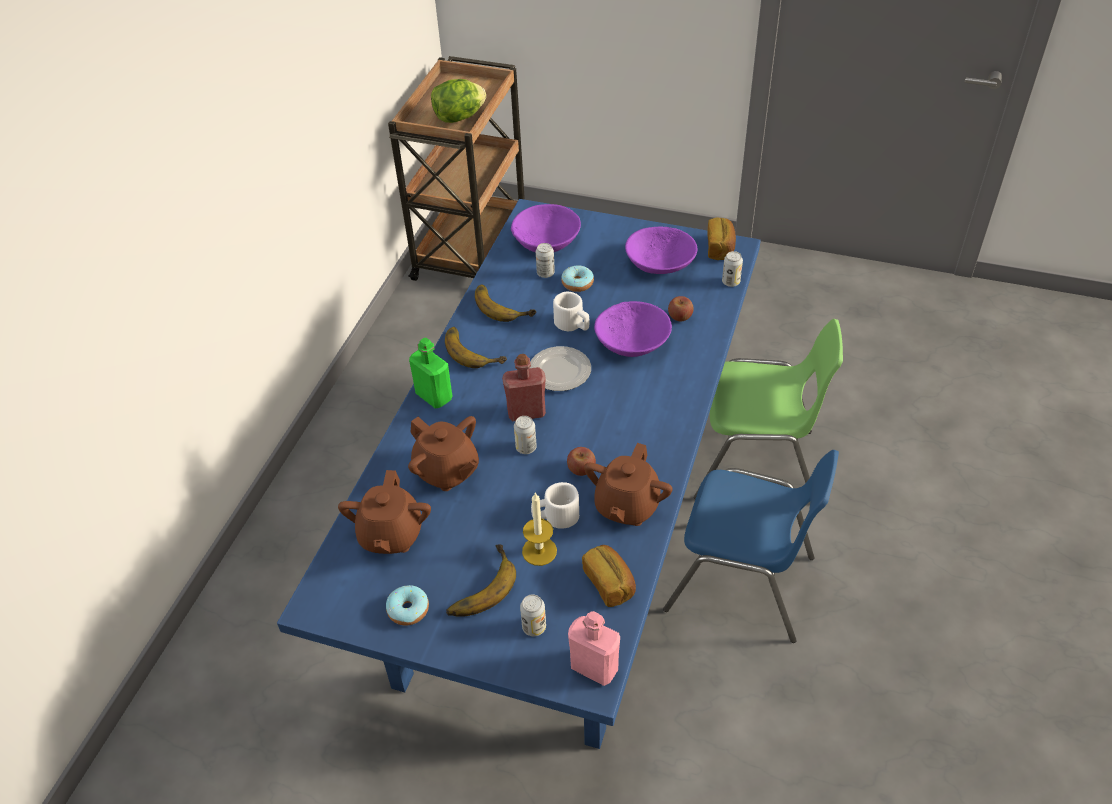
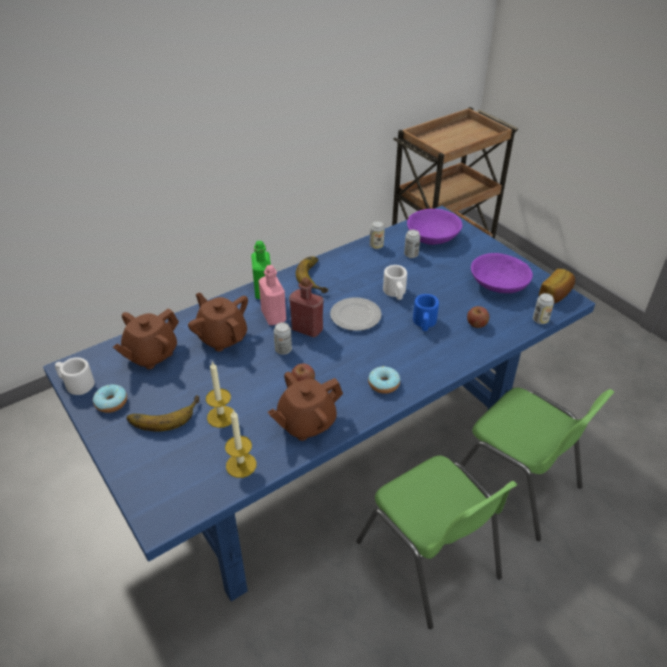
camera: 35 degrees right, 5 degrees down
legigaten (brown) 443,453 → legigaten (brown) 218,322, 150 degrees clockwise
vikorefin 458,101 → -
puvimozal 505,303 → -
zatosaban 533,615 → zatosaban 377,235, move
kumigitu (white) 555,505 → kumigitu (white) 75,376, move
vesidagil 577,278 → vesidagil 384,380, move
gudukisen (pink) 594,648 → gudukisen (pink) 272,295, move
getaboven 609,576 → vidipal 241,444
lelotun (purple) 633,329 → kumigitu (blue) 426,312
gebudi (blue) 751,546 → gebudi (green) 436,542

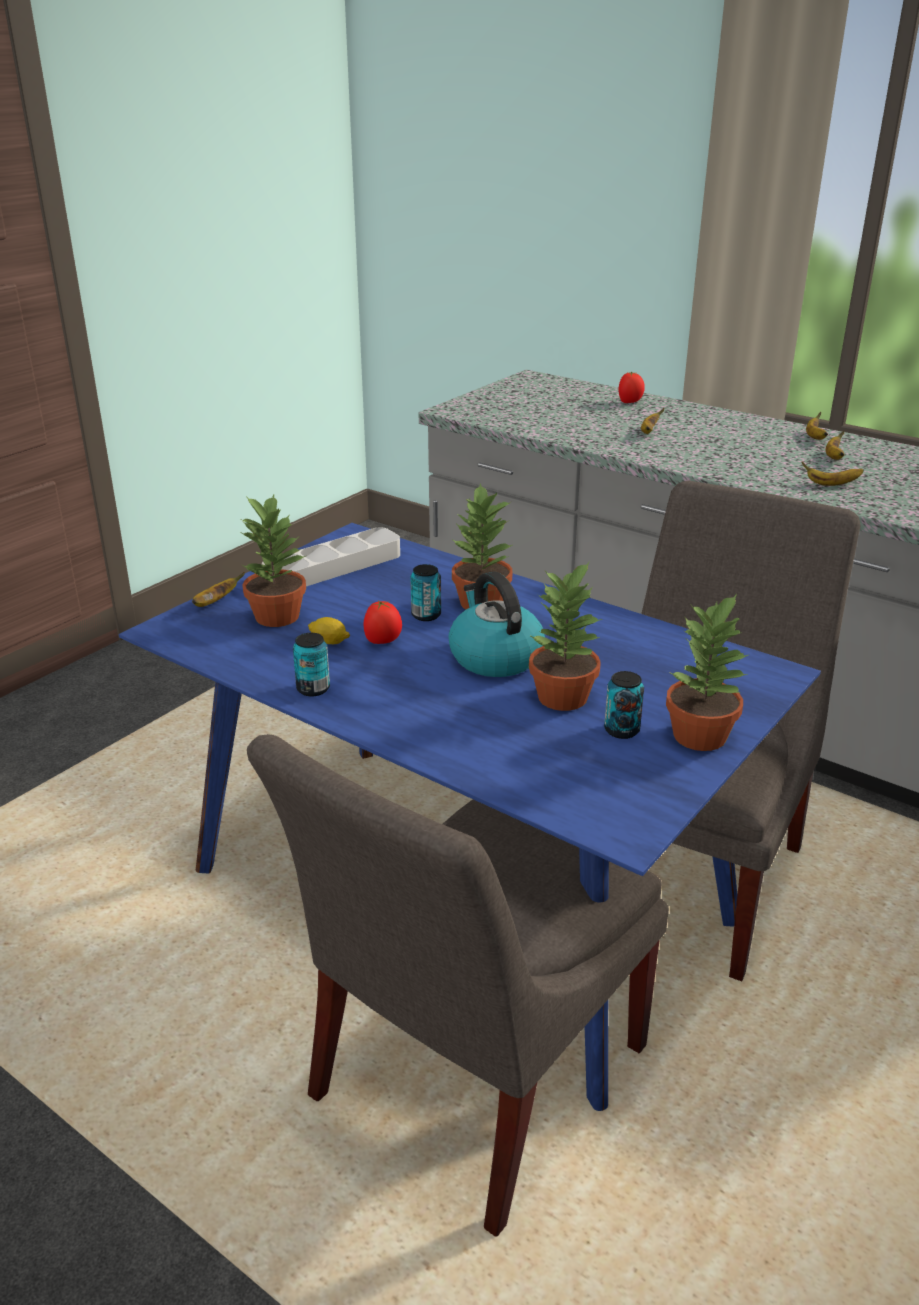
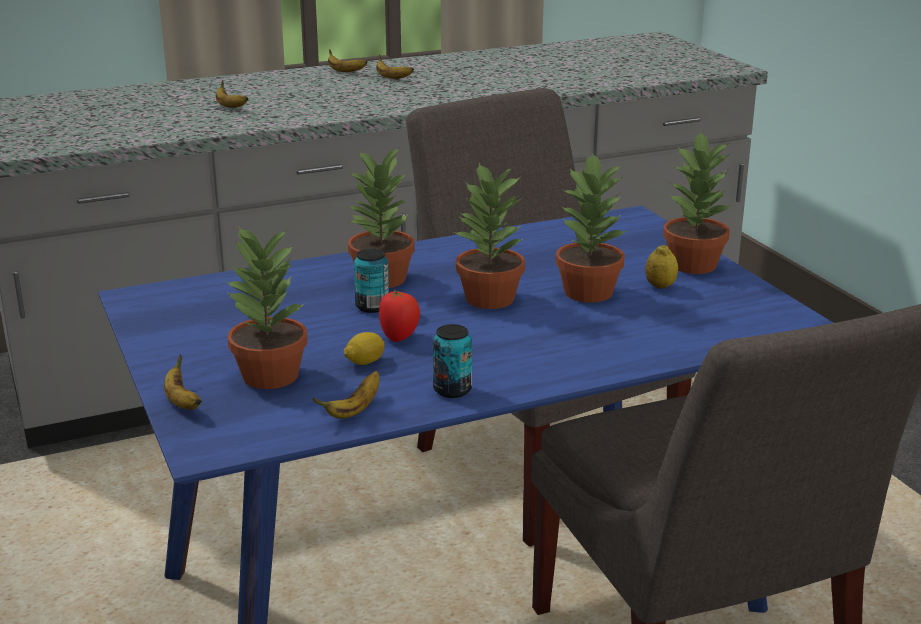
camera: 60 degrees left, 5 degrees down
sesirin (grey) 331,556 → -
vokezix 496,624 → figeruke 489,236
zatosaban 624,705 → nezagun 661,267
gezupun 632,387 → -
puvimozal 833,473 → puvimozal 345,395, move

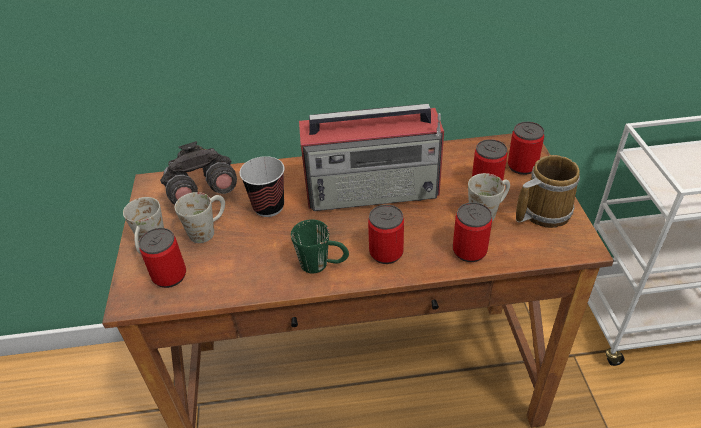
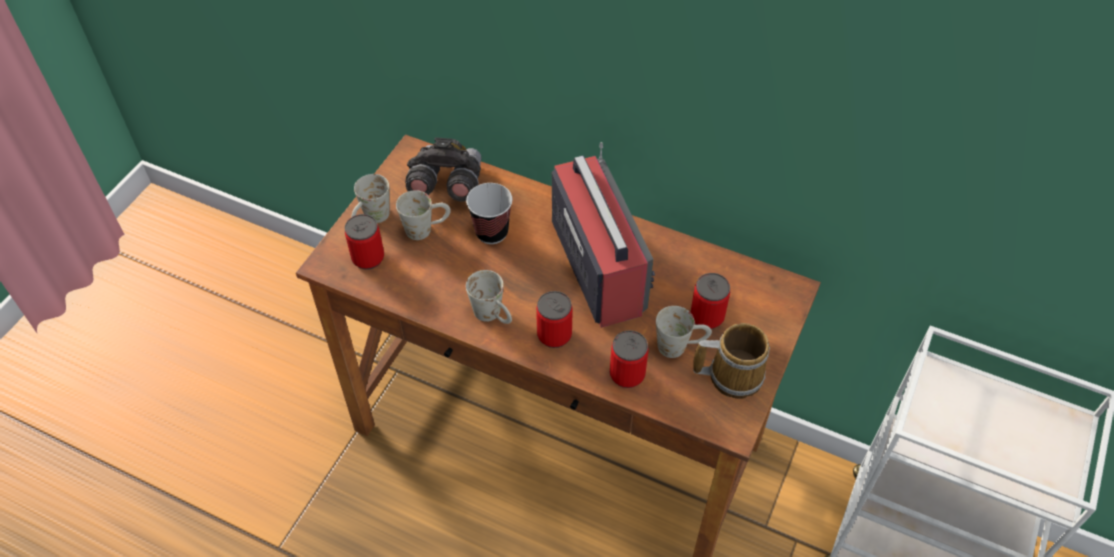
camera: 30 degrees right, 10 degrees up
kumigitu (green) 320,246 → kumigitu (white) 489,297
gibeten 371,157 → gibeten 603,235, 135 degrees counterclockwise
zatosaban 526,148 → -

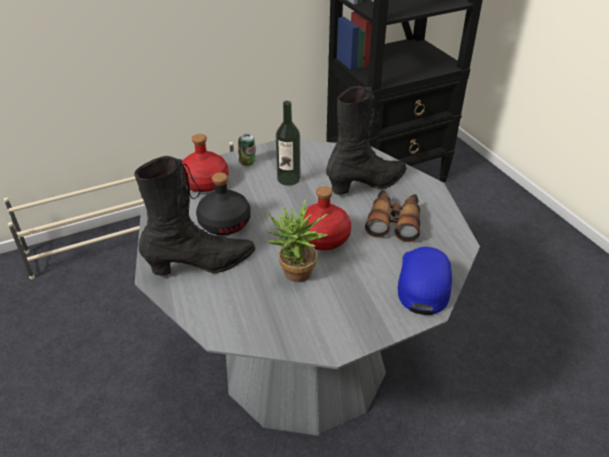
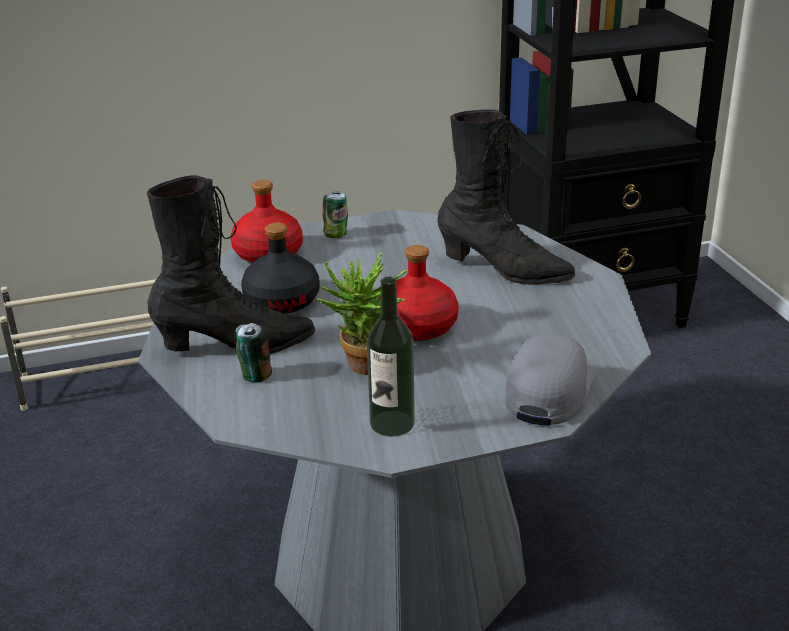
camera: 10 degrees right, 10 degrees down
gudukisen 288,143 → gudukisen 391,357, move
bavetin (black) 366,140 → bavetin (black) 506,197, 45 degrees clockwise
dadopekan 392,216 → -
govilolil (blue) 425,281 → govilolil (grey) 551,379
- → zatosaban 254,352

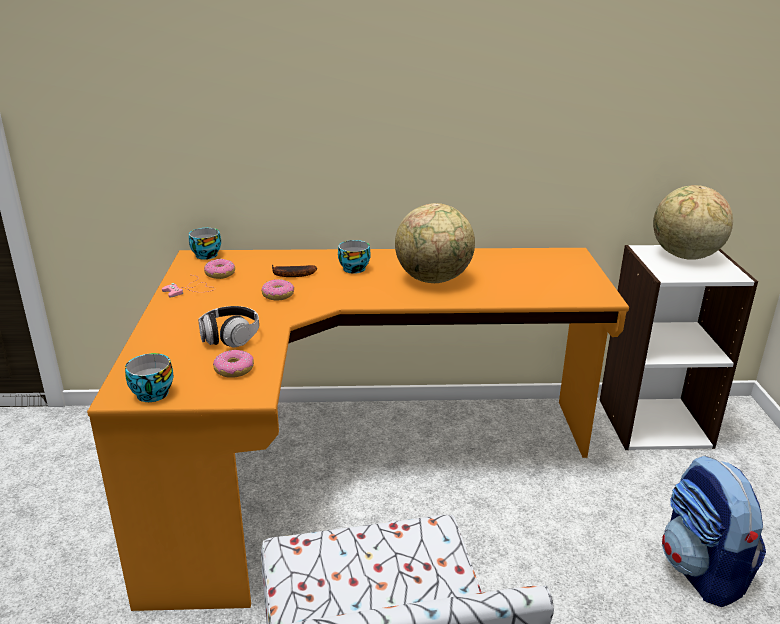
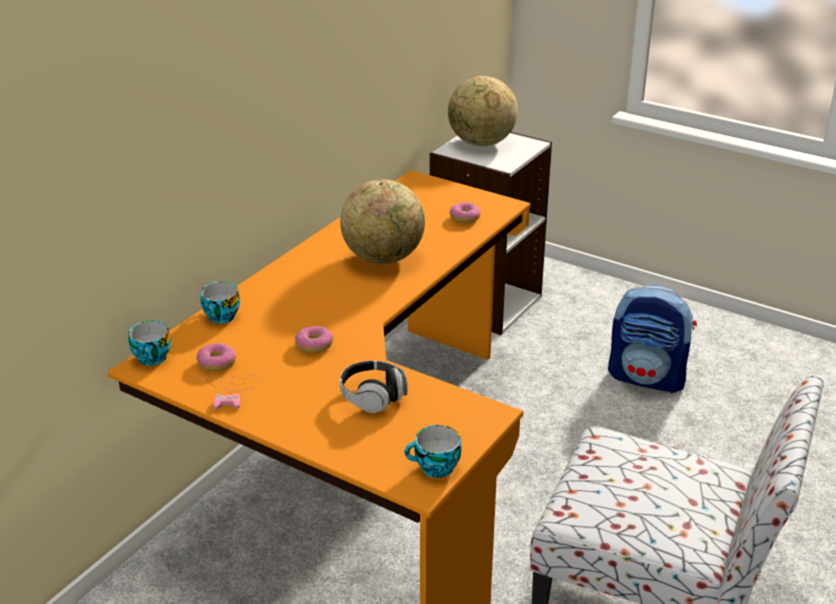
camera: 55 degrees left, 5 degrees up
vesidagil 233,364 → vesidagil 464,213, move
puvimozal 294,271 → -
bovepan 354,257 → bovepan 220,302, move

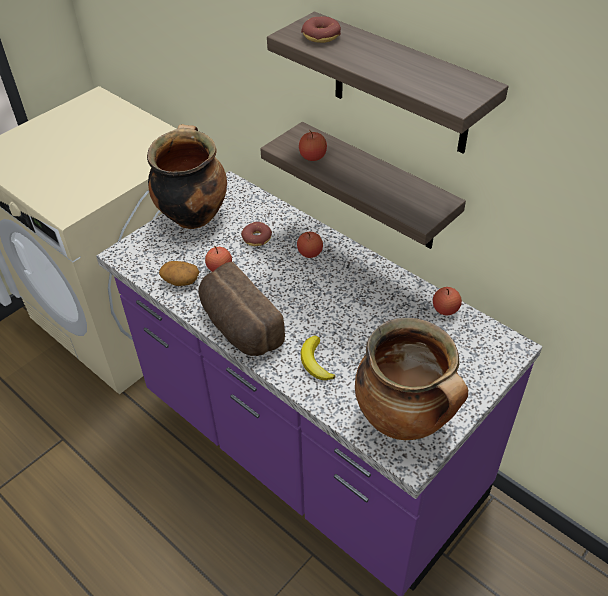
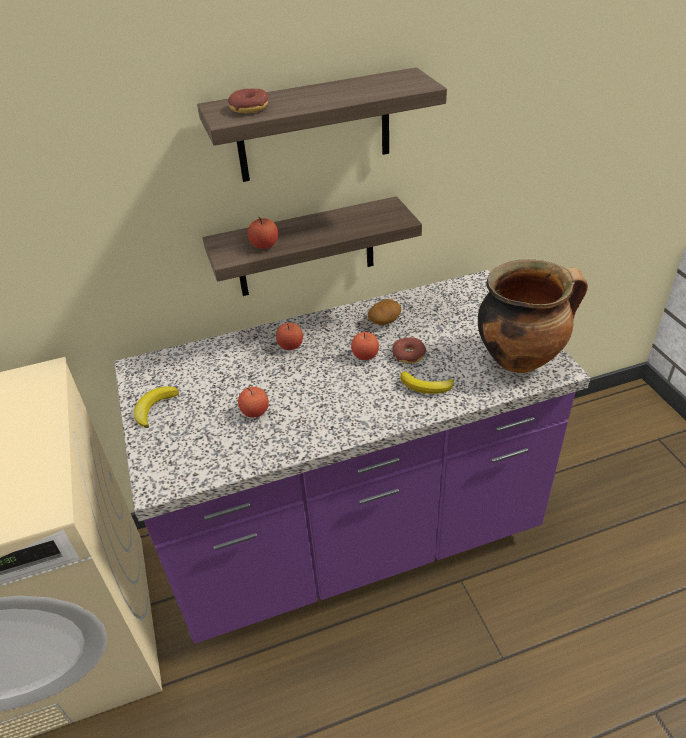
camera: 60 degrees left, 5 degrees down
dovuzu 187,176 → puvimozal 156,407
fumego 179,273 → fumego 384,312, move
getaboven 241,309 → -
vesidagil 256,234 → vesidagil 409,350, move
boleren 447,301 → boleren 365,346, move

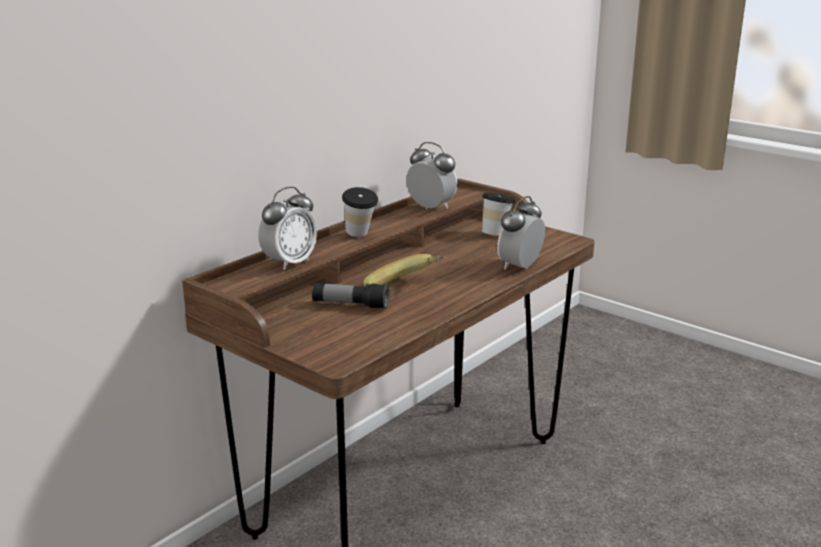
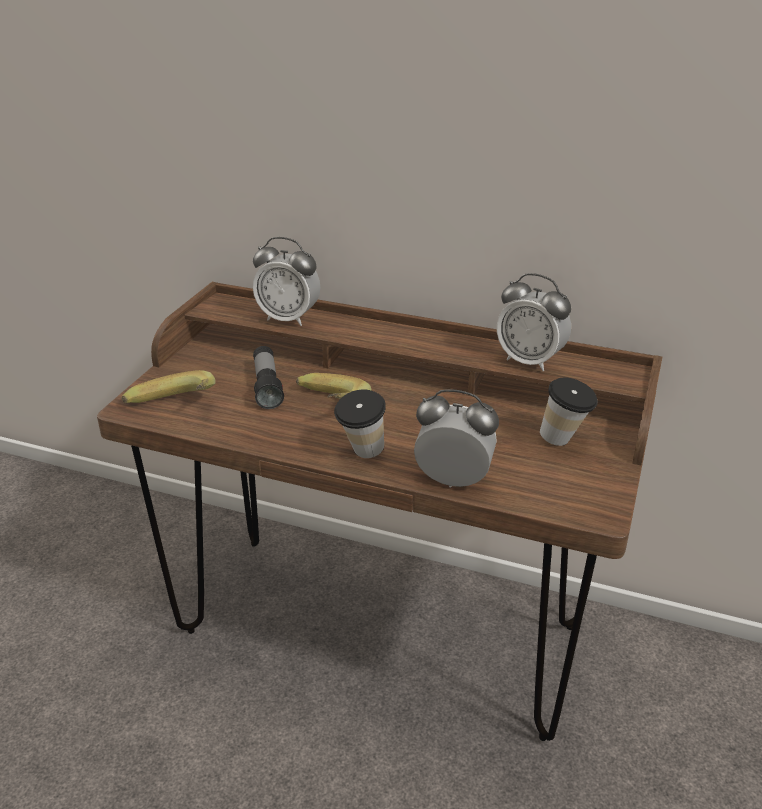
camera: 70 degrees right, 10 degrees up
bovepan 360,212 → bovepan 360,424, move
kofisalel 431,176 → kofisalel 534,322, 105 degrees clockwise
- → puvimozal 169,386

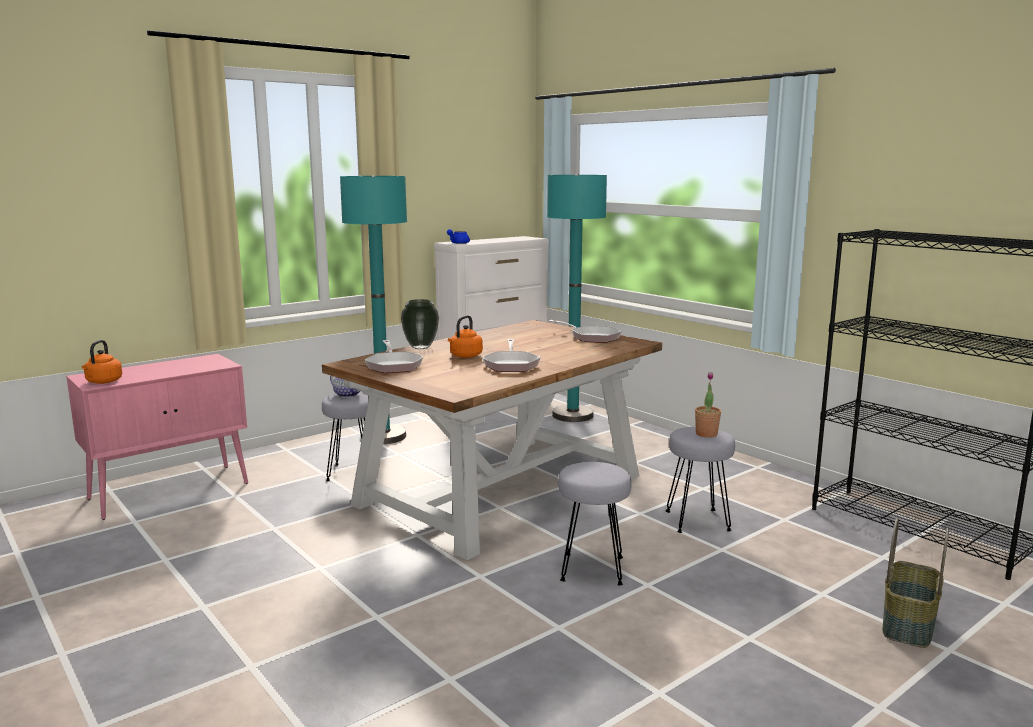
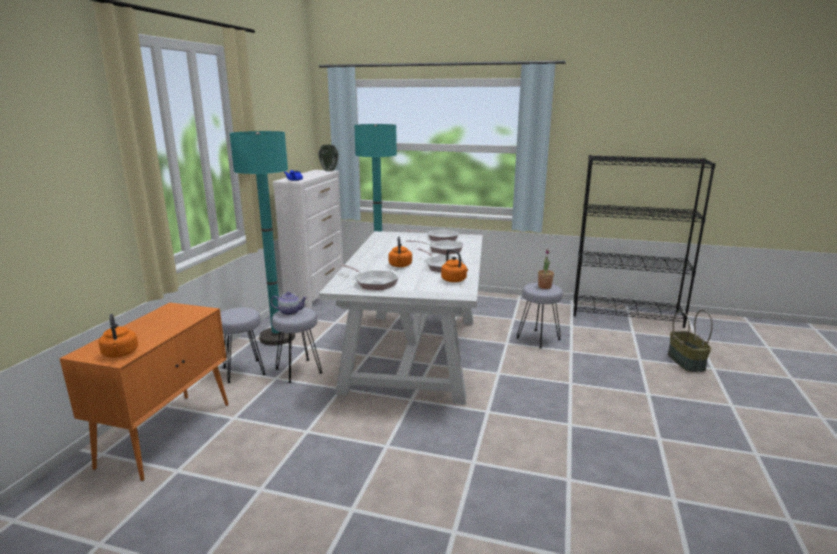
camera: 35 degrees left, 5 degrees up
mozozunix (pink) 157,437 → mozozunix (orange) 144,391
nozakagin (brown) 492,440 → nozakagin (white) 401,318
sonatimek 420,324 → sonatimek 328,158, move
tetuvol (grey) 595,523 → tetuvol (grey) 243,345, move
- → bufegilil 434,247
- → vokezix (orange) 454,265

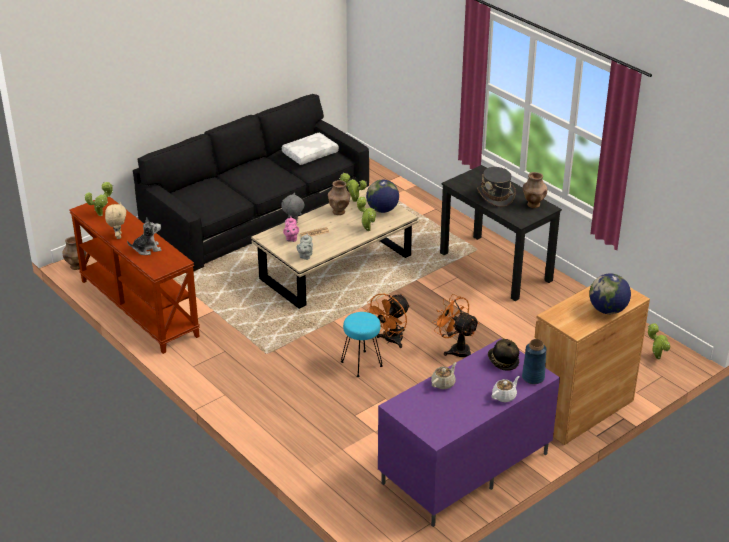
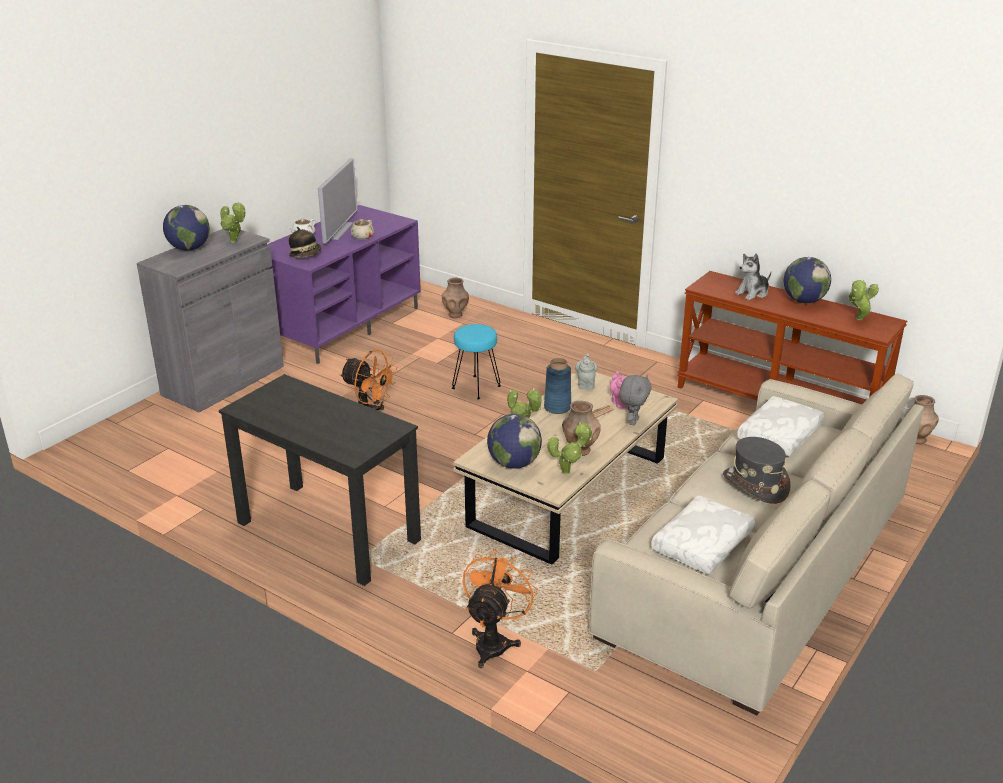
camera: 165 degrees right, 5 degrees down
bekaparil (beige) 115,220 → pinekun 807,280
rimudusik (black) 251,183 → rimudusik (beige) 756,544
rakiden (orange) 387,321 → rakiden (orange) 500,608, move
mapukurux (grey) 496,187 → mapukurux (grey) 757,470, move
sonatimek (blue) 534,361 → sonatimek (blue) 557,386, move
sonatimek (brown) 535,190 → sonatimek (brown) 455,298, move
mozozunix (brown) 592,365 → mozozunix (grey) 210,320
figeruke 659,341 → figeruke 232,222, move
- → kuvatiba 337,200
- → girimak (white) 780,426

